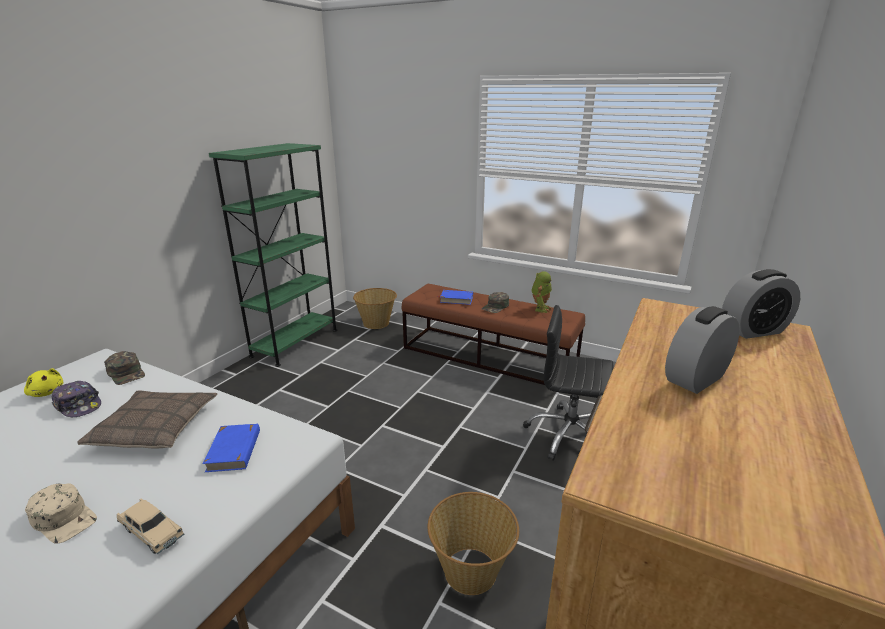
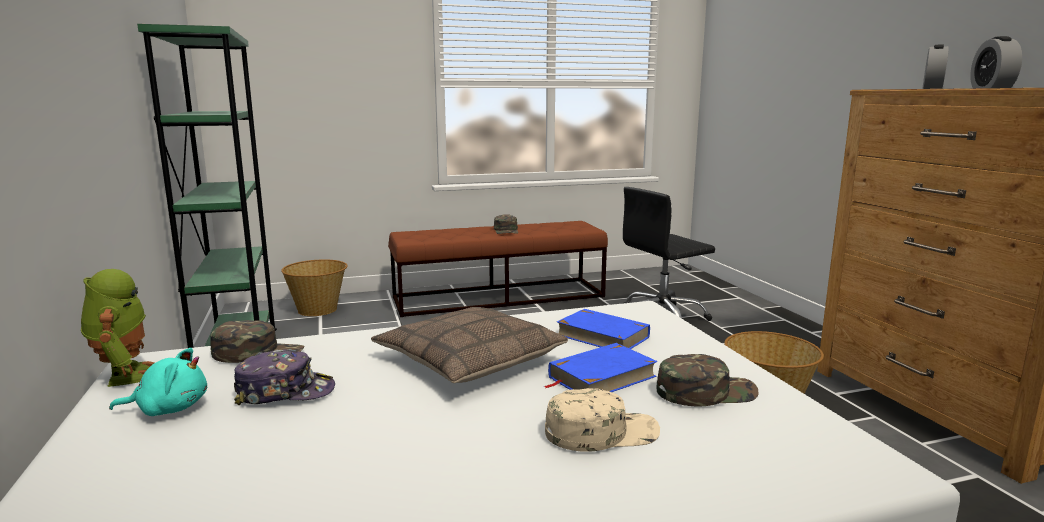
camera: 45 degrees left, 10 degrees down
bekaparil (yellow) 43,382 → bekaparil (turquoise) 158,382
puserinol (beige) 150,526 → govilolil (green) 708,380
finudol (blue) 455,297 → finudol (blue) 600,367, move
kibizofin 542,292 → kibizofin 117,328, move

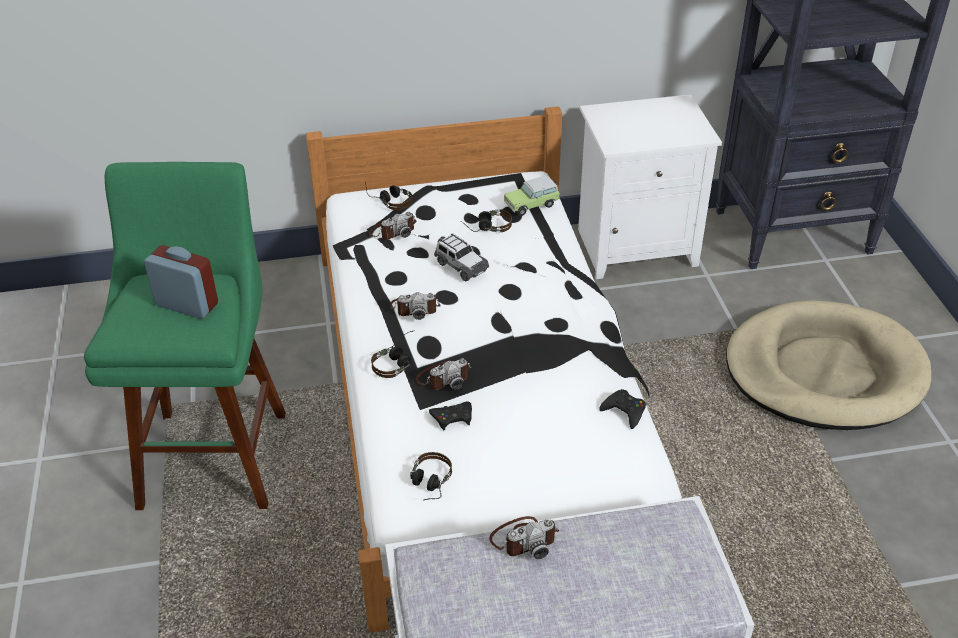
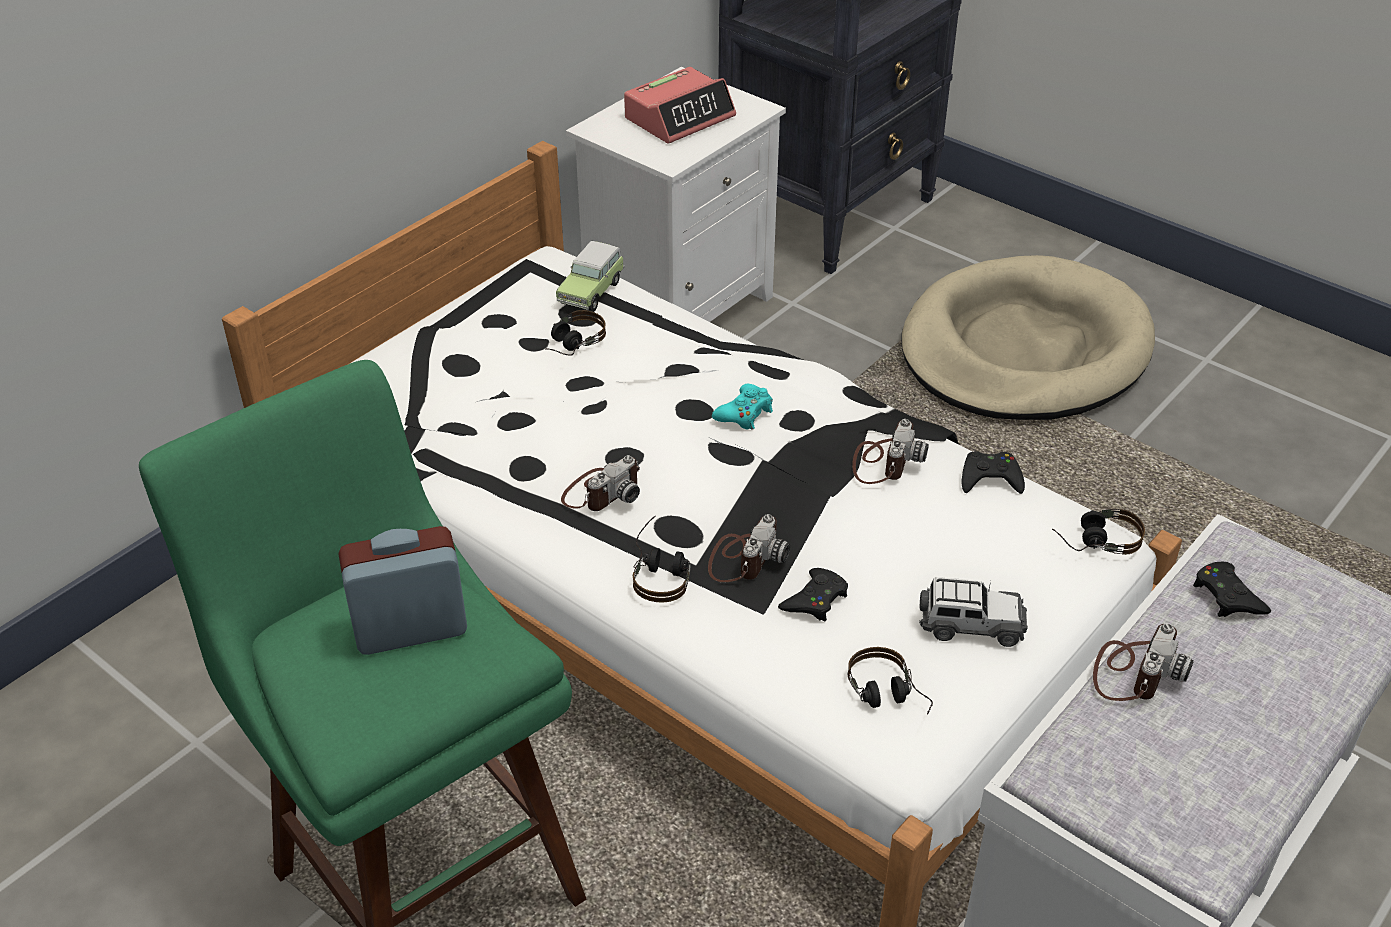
camera: 40 degrees left, 0 degrees up
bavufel 388,196 → bavufel 1098,532, move
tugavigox 393,226 → tugavigox 890,451, move
puserinol 461,257 → puserinol 973,612, move
- → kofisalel 680,105
- → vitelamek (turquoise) 742,407
- → vitelamek (black) 1232,589

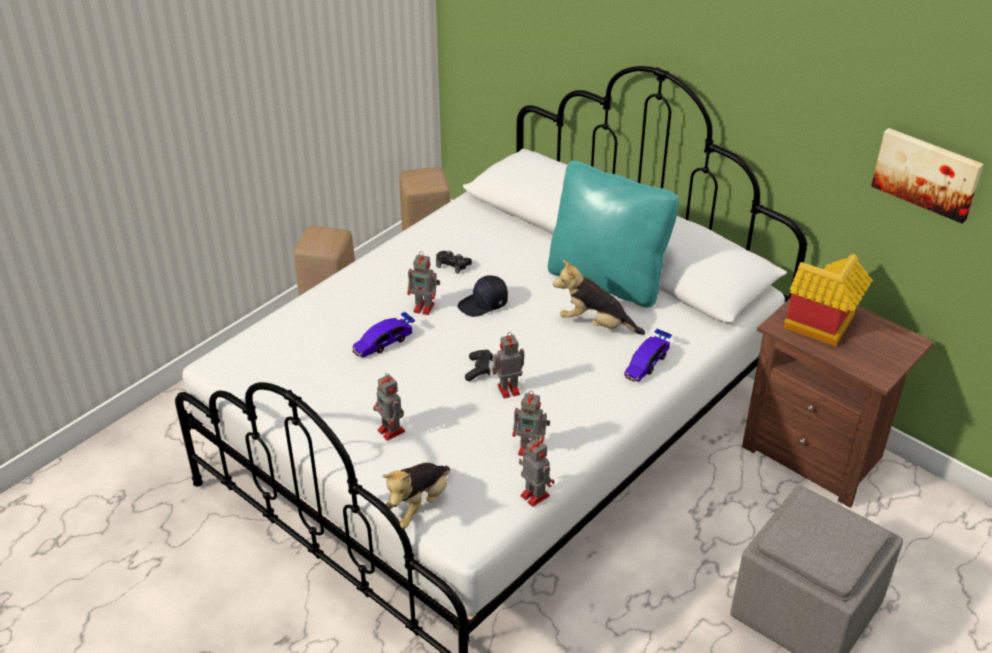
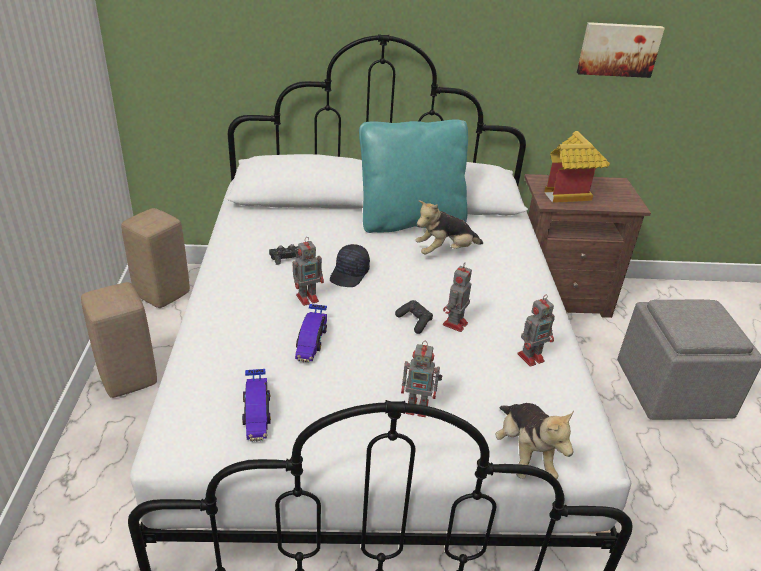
camera: 45 degrees left, 5 degrees down
kibizofin 536,472 → -
puserinol 648,355 → puserinol 256,405, move

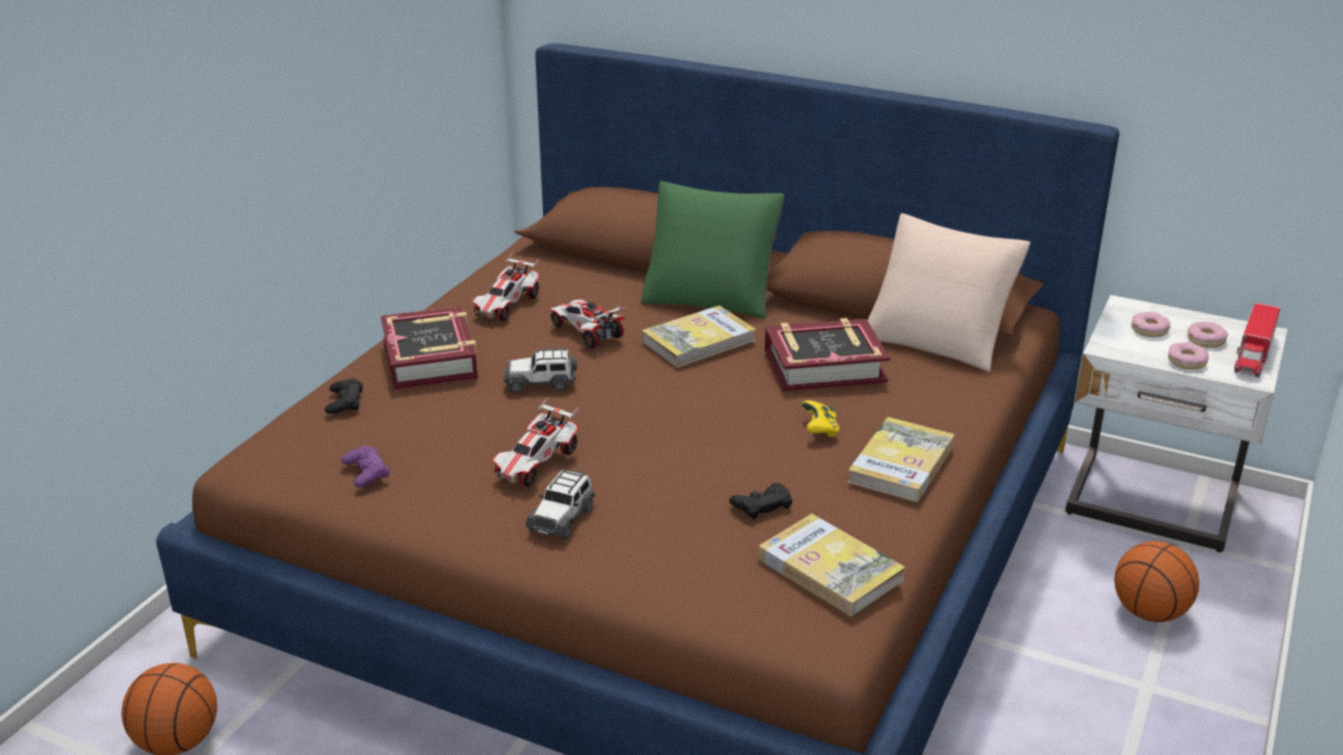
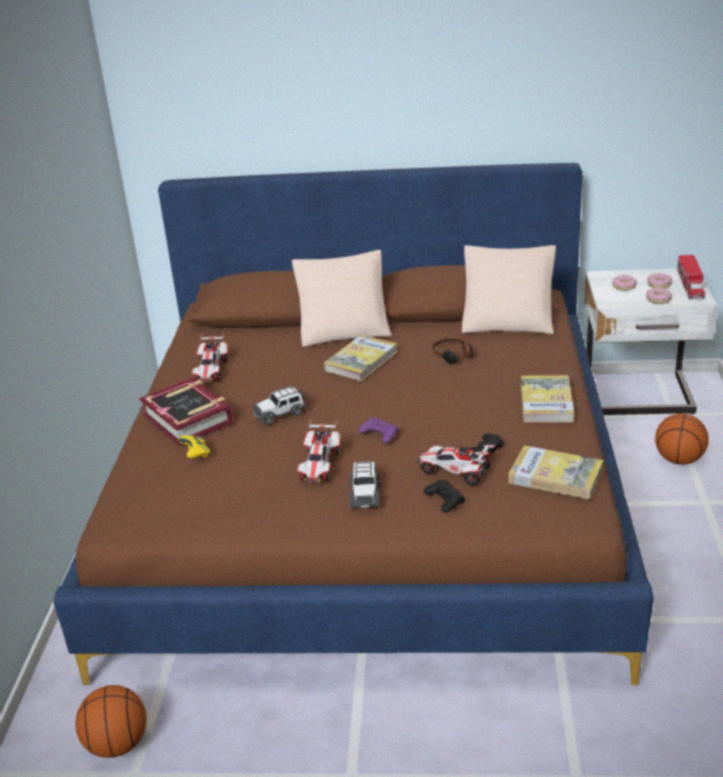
camera: 20 degrees left, 0 degrees up
vitelamek (black) 344,396 → vitelamek (black) 444,496, move
vitelamek (purple) 365,467 → vitelamek (purple) 379,430, move
puserinol 587,324 → puserinol 456,465, move
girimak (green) 712,249 → girimak (beige) 342,298
finudol 827,354 → bavufel 452,351
vitelamek (yellow) 820,418 → vitelamek (yellow) 194,446, move

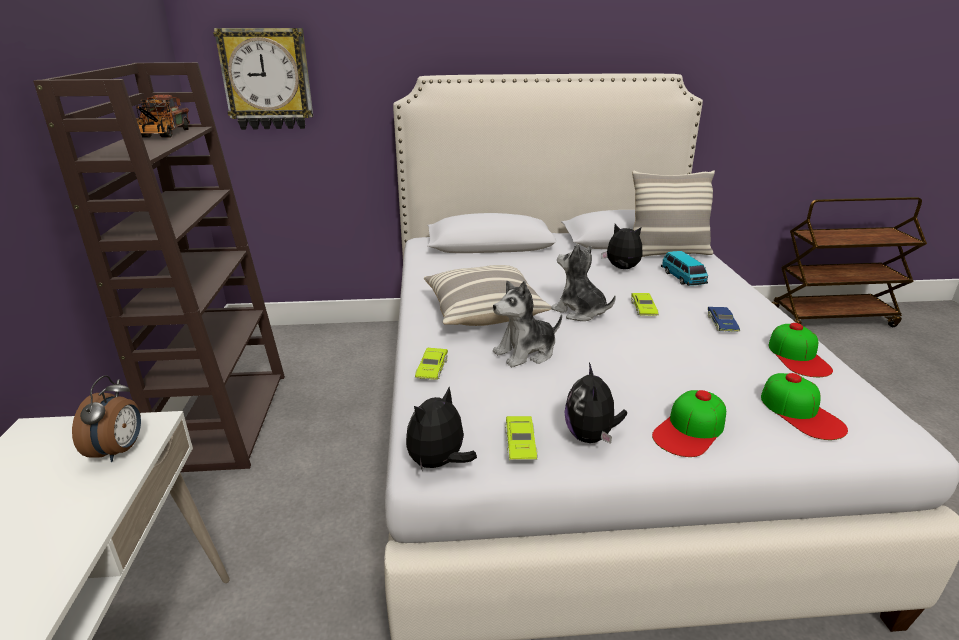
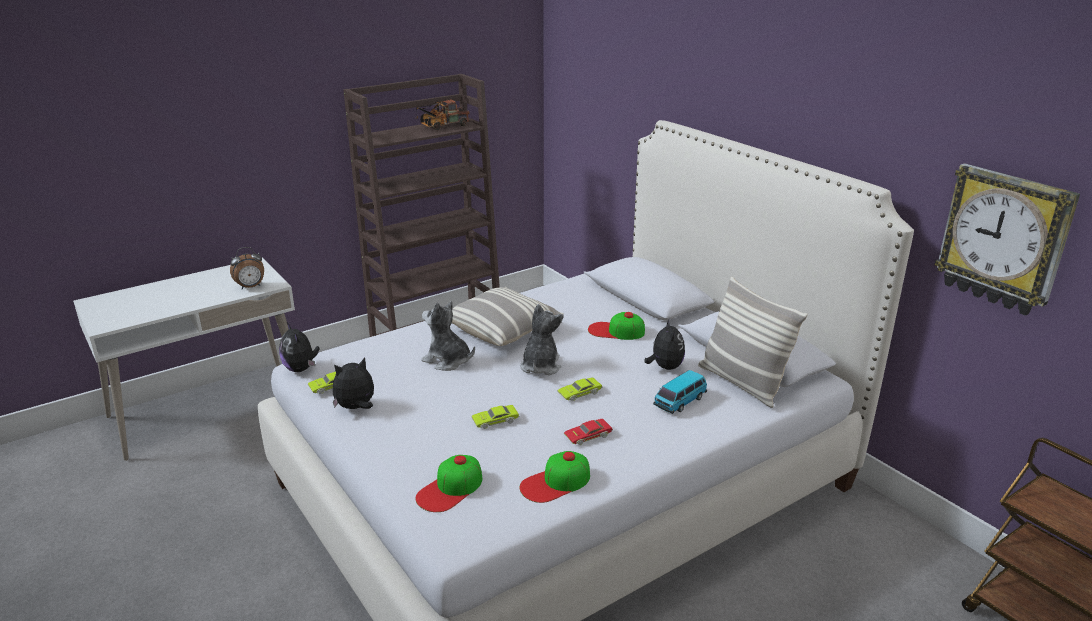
camera: 60 degrees right, 0 degrees up
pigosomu 263,79 → pigosomu 1007,239, move
bekaparil 441,429 → bekaparil 299,347, 135 degrees counterclockwise
puserinol (green) 431,364 → puserinol (green) 495,417, move
govilolil 689,423 → govilolil 616,326, move
puserinol (blue) 723,319 → puserinol (red) 588,432

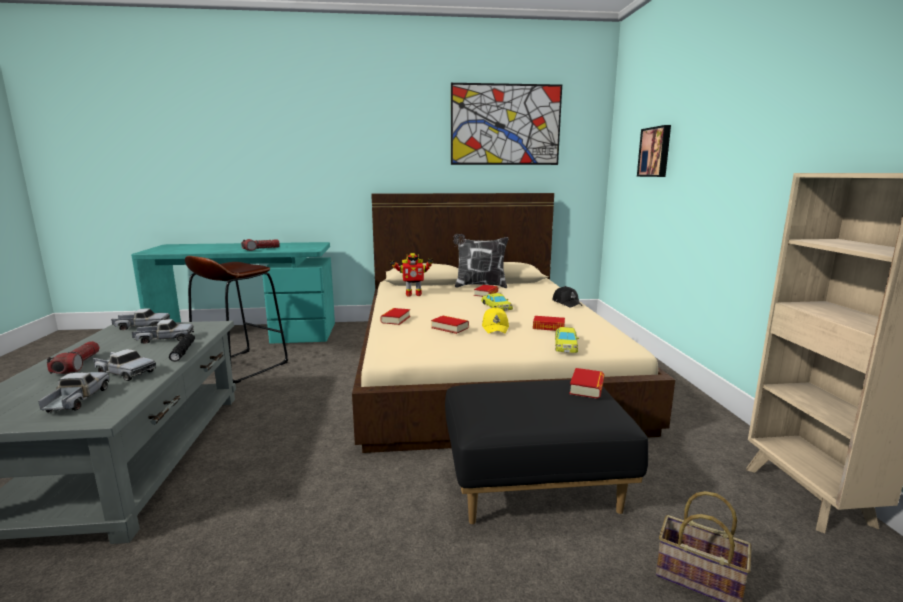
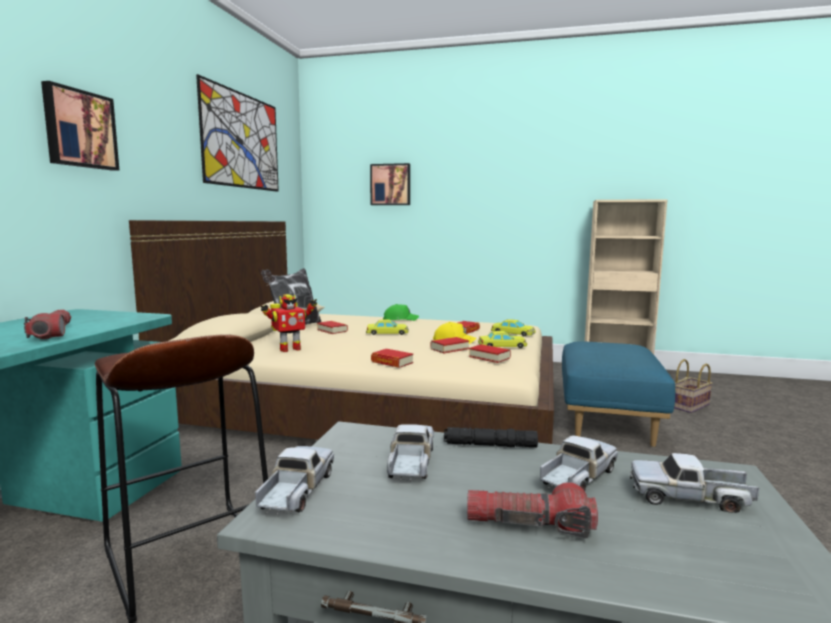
camera: 70 degrees left, 5 degrees down
kibizofin 411,275 → kibizofin 288,323, 45 degrees clockwise
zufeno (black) 546,452 → zufeno (blue) 618,394
govilolil (black) 567,297 → govilolil (green) 401,312
finudol 586,383 → finudol 490,353, move
- → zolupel 80,126
- → puserinol (yellow) 502,339

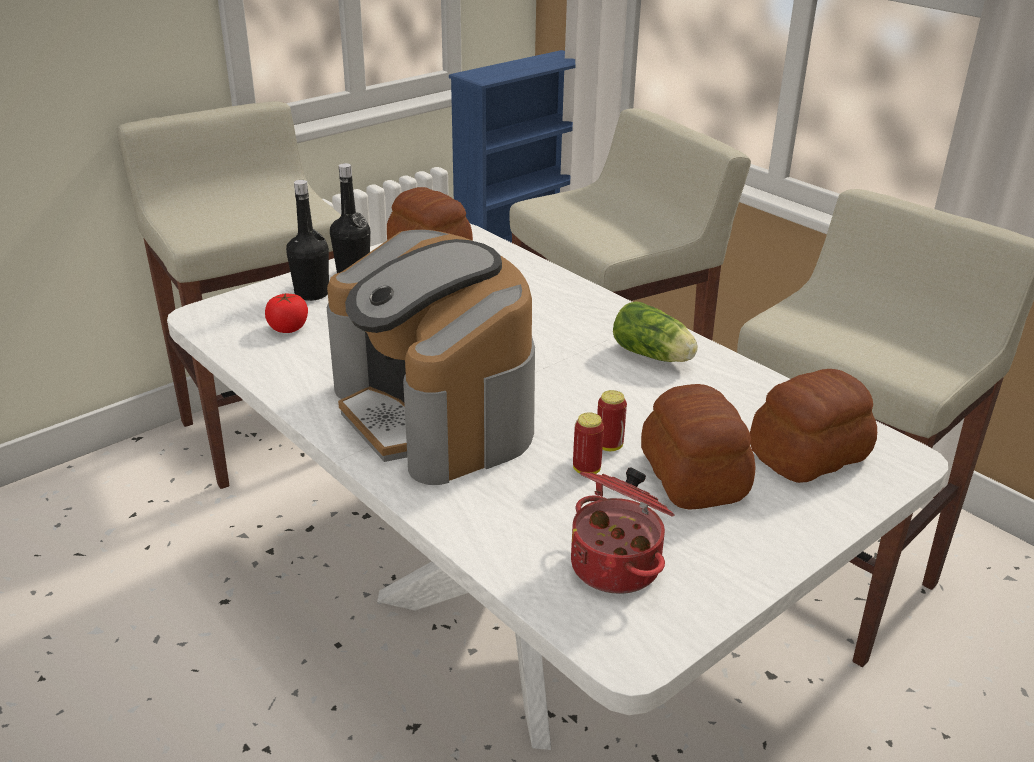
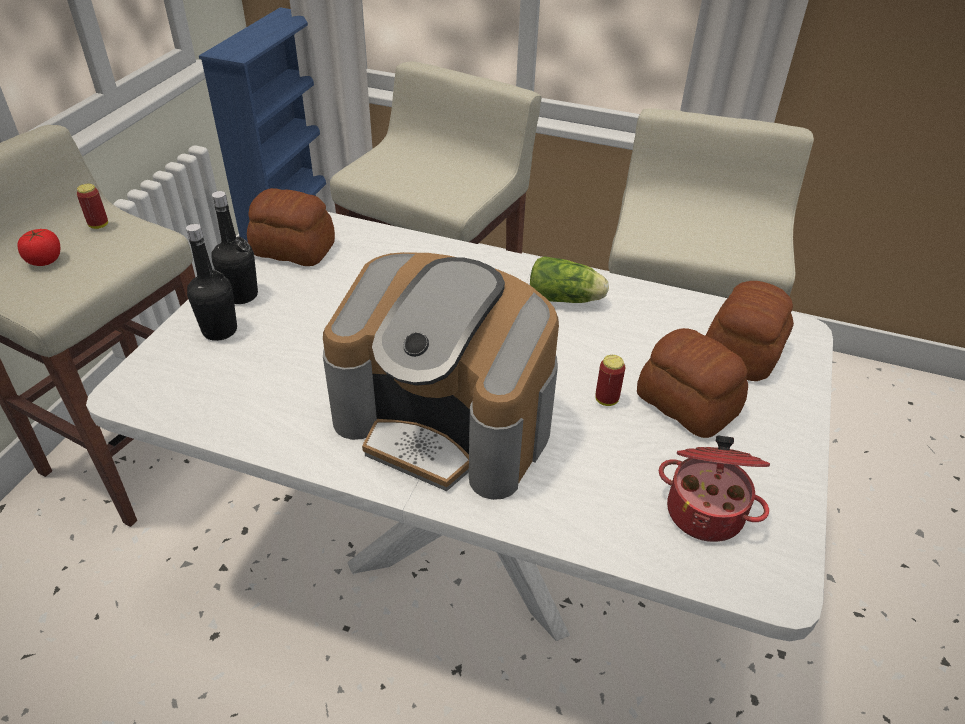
camera: 30 degrees left, 10 degrees up
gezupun 286,313 → gezupun 39,247, move
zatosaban 588,443 → zatosaban 92,206, move

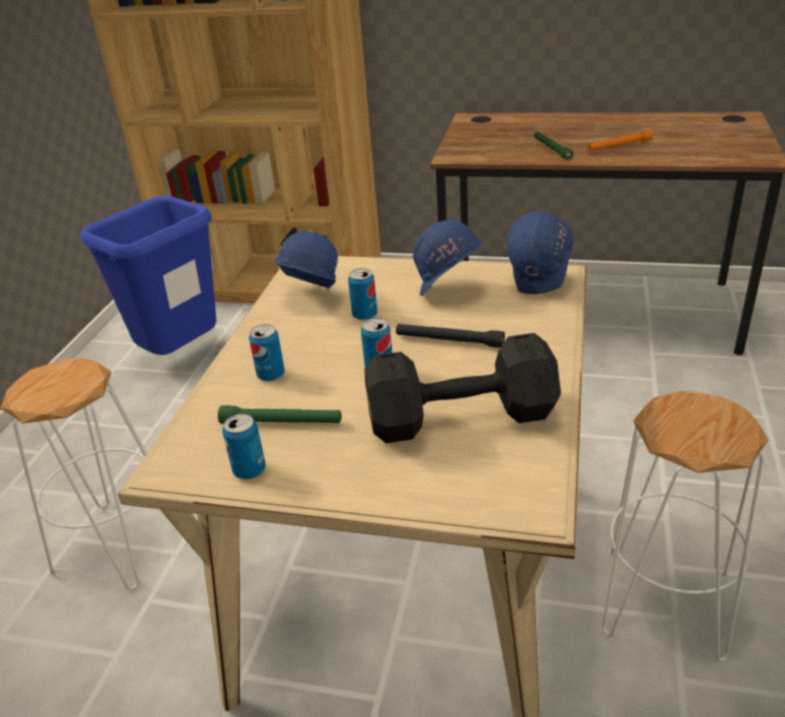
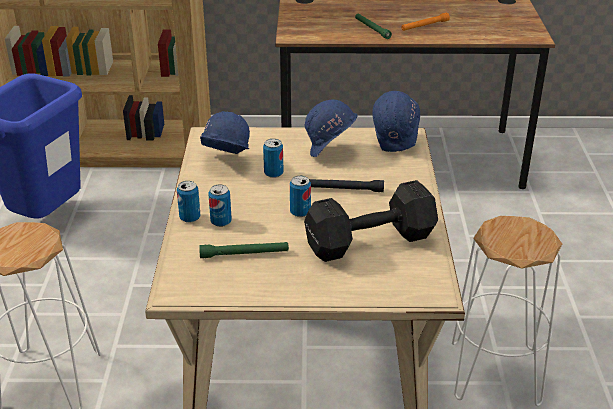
camera: 15 degrees left, 0 degrees up
zatosaban 244,446 → zatosaban 188,202, move

